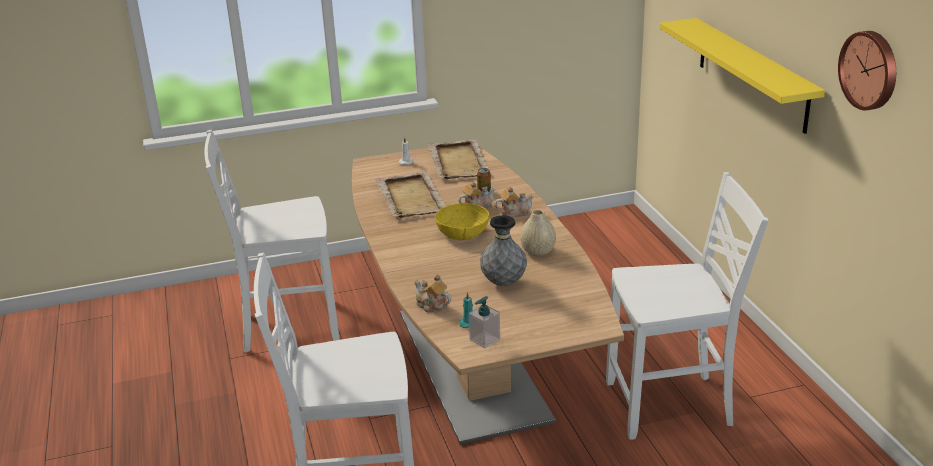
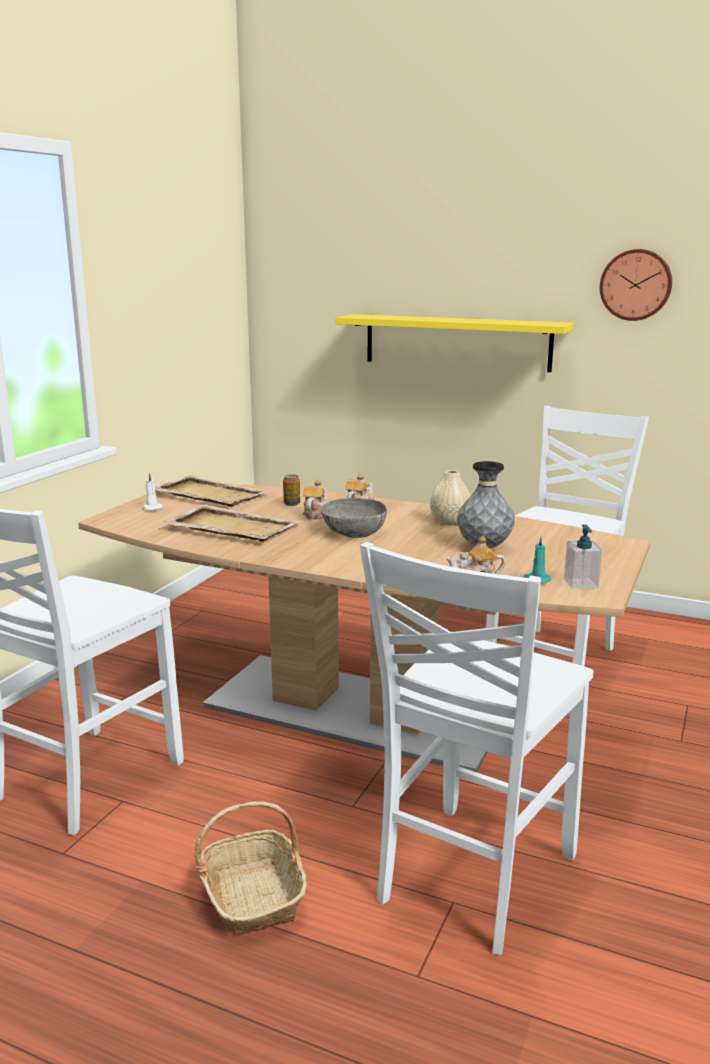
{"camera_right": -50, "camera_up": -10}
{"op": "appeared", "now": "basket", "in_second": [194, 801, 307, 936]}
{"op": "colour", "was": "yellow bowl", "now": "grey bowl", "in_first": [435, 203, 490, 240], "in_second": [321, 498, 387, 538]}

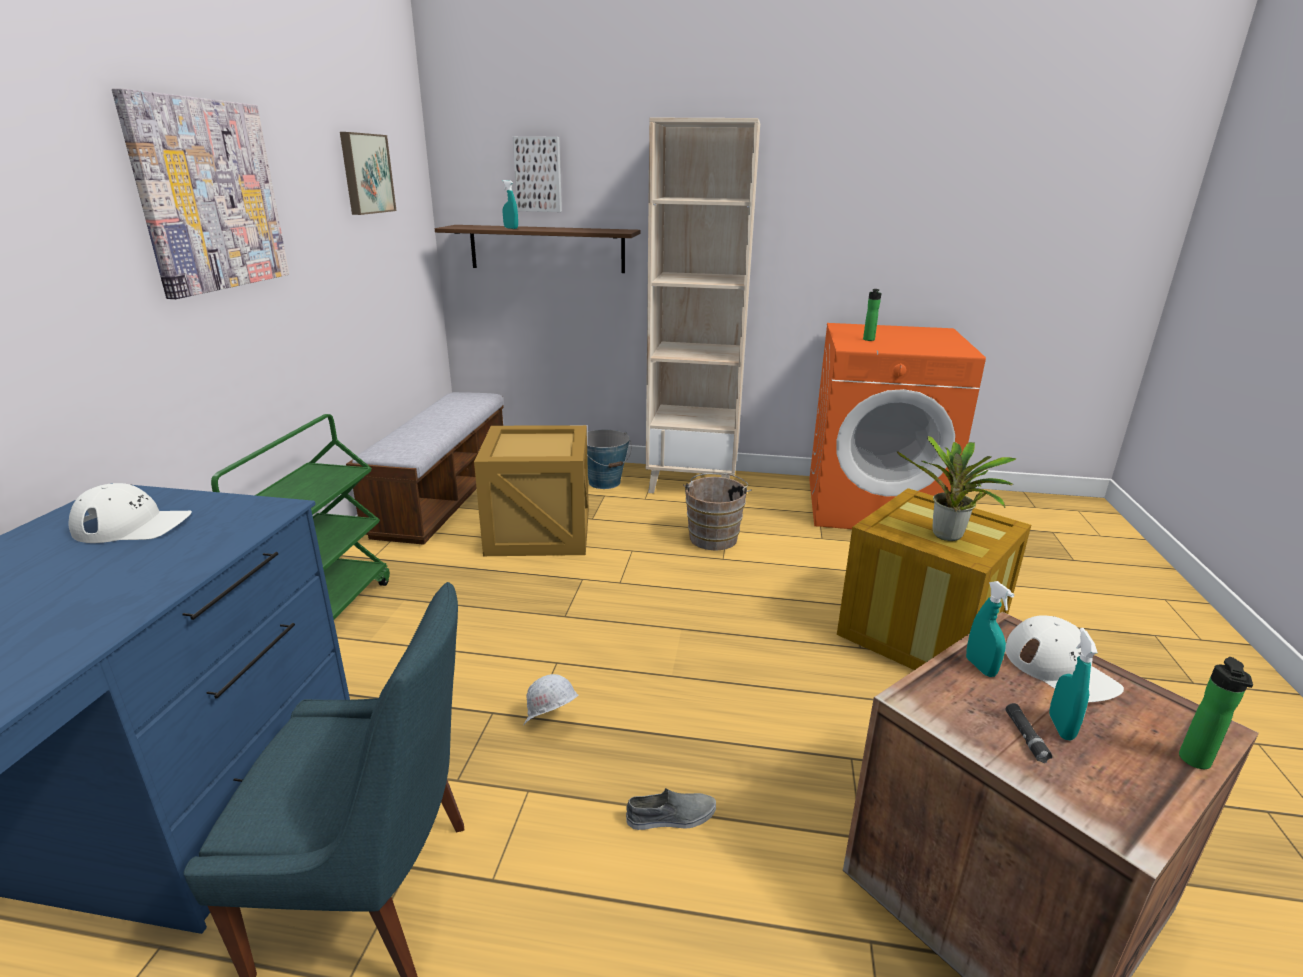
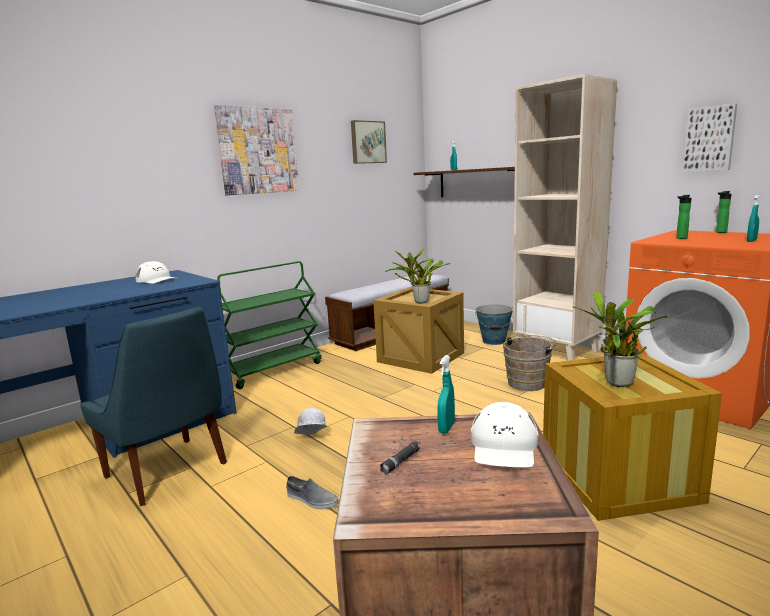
{"camera_right": 40, "camera_up": -10}
{"op": "appeared", "now": "potted plant", "in_second": [385, 248, 451, 303]}
{"op": "relocated", "was": "picture", "in_first": [513, 136, 562, 212], "in_second": [683, 103, 737, 172]}
{"op": "relocated", "was": "turquoise spray bottle", "in_first": [1049, 628, 1098, 740], "in_second": [747, 195, 761, 242]}
{"op": "relocated", "was": "bottle", "in_first": [1179, 657, 1253, 769], "in_second": [716, 191, 731, 233]}

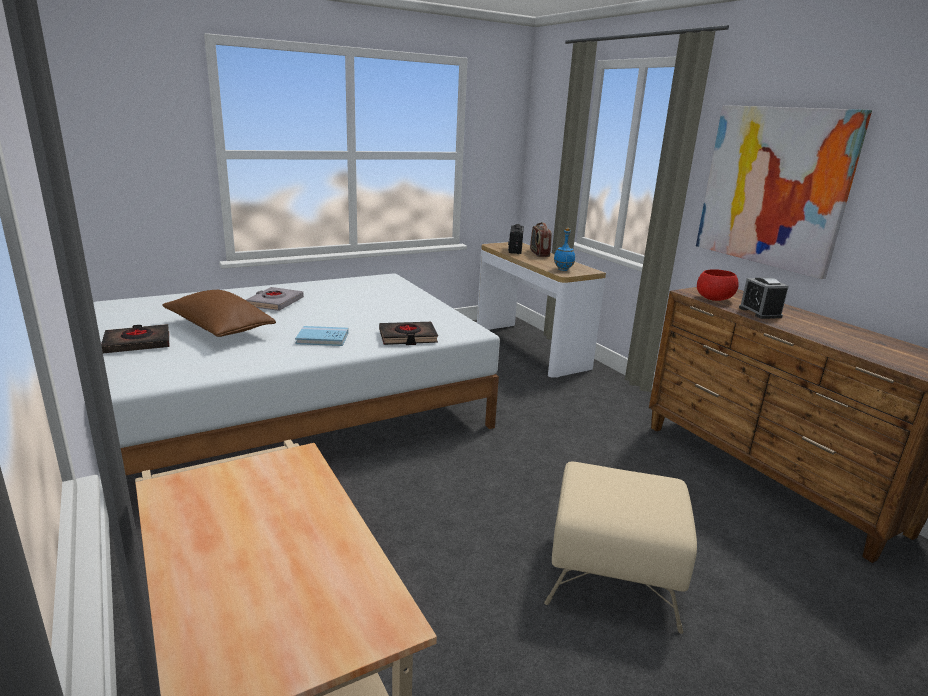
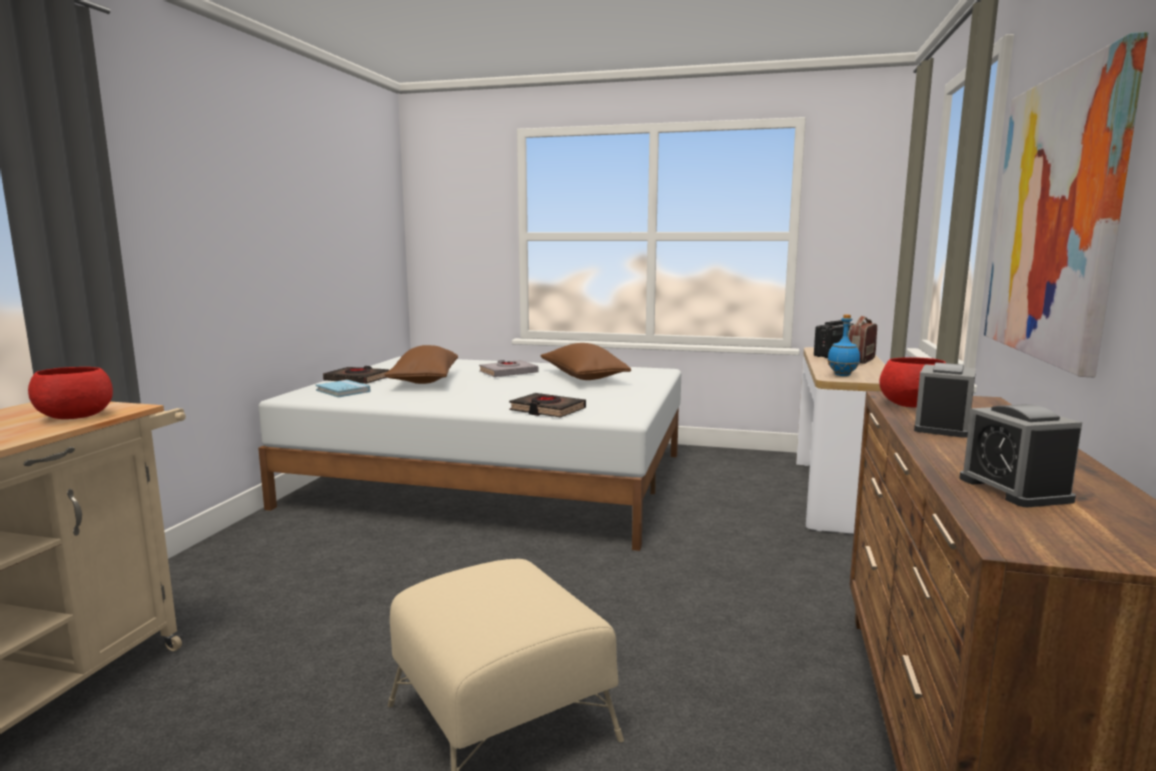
{"camera_right": 45, "camera_up": -10}
{"op": "appeared", "now": "red bowl", "in_second": [28, 367, 113, 419]}
{"op": "appeared", "now": "brown pillow", "in_second": [540, 343, 631, 380]}
{"op": "appeared", "now": "alarm clock", "in_second": [959, 404, 1082, 507]}
{"op": "relocated", "was": "blue book", "in_first": [295, 326, 349, 346], "in_second": [316, 380, 371, 397]}

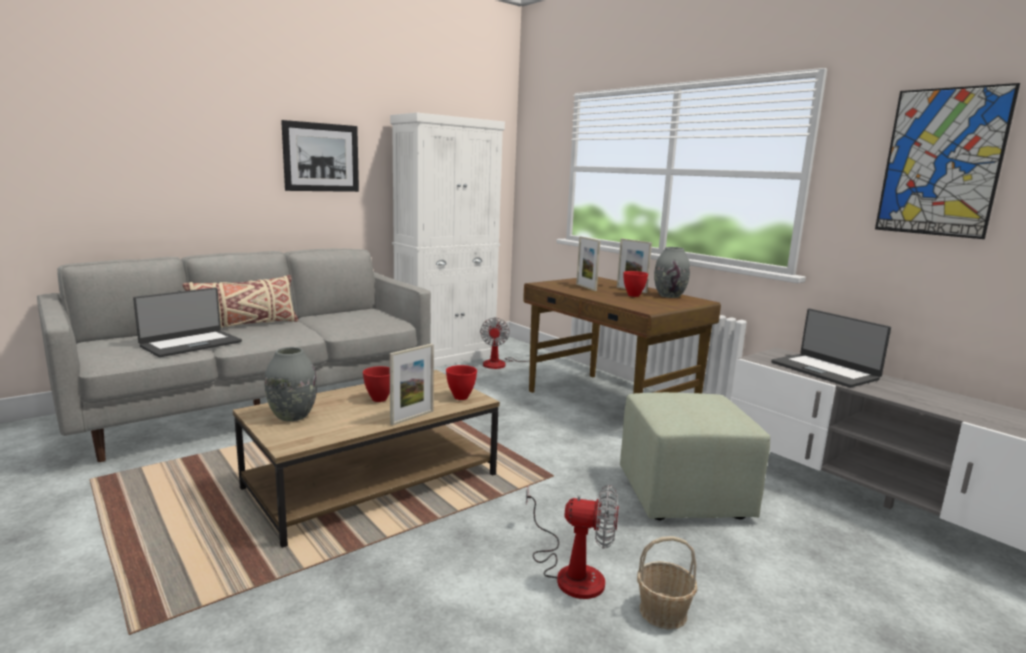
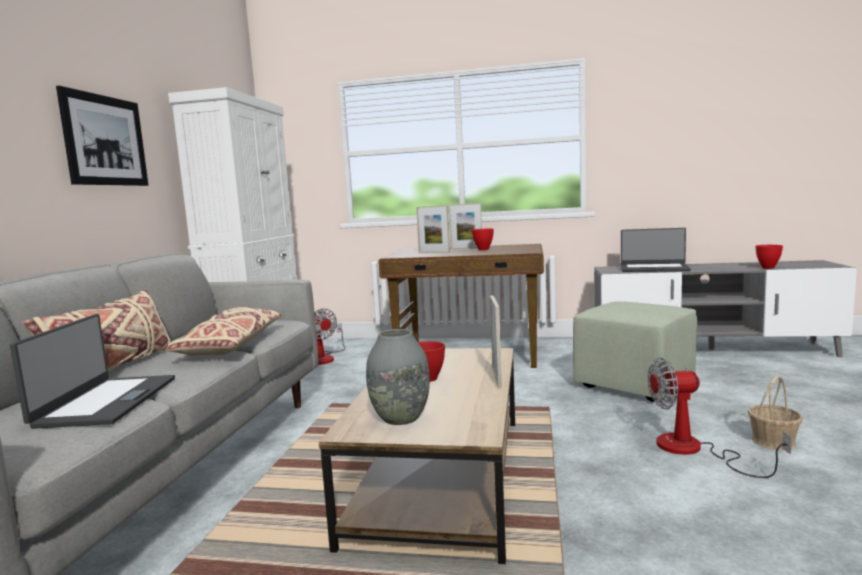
{"camera_right": -40, "camera_up": -5}
{"op": "missing", "was": "grey vase", "in_first": [654, 247, 690, 298]}
{"op": "missing", "was": "picture", "in_first": [875, 83, 1020, 239]}
{"op": "appeared", "now": "beige pillow", "in_second": [165, 307, 282, 356]}
{"op": "relocated", "was": "red bowl", "in_first": [446, 365, 477, 400], "in_second": [755, 245, 783, 269]}
{"op": "spun", "was": "fan", "in_first": [526, 485, 619, 599], "in_second": [648, 358, 792, 478], "clockwise": -150}

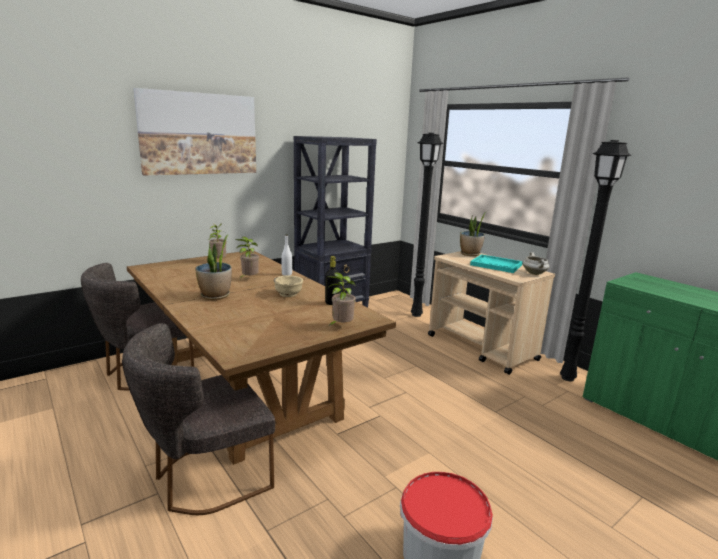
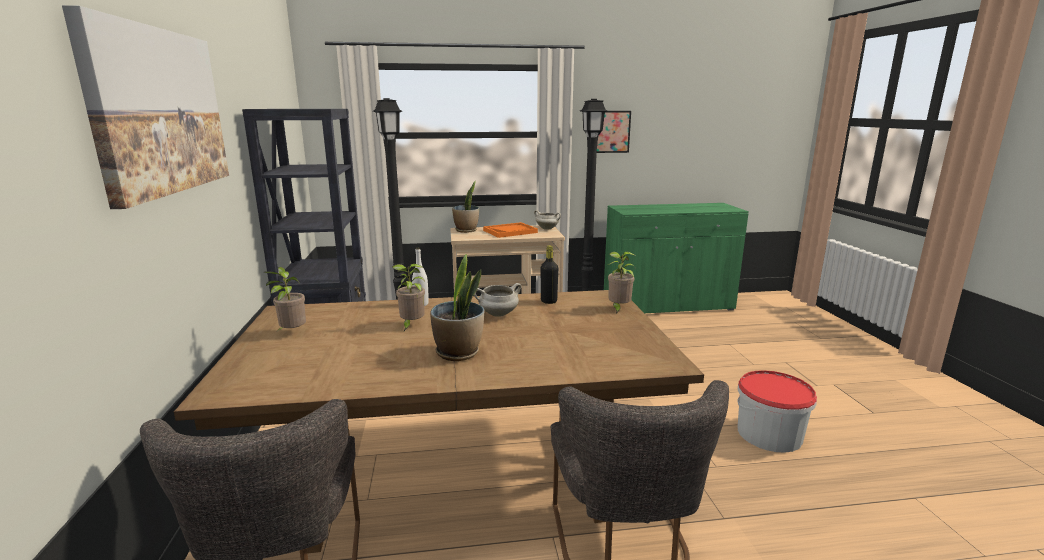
{"camera_right": -60, "camera_up": 0}
{"op": "appeared", "now": "picture", "in_second": [597, 111, 631, 153]}
{"op": "exchanged", "was": "beige bowl", "now": "white cooking pot", "in_first": [274, 275, 303, 297], "in_second": [474, 283, 521, 317]}
{"op": "colour", "was": "turquoise tray", "now": "orange tray", "in_first": [470, 254, 523, 273], "in_second": [483, 222, 538, 238]}

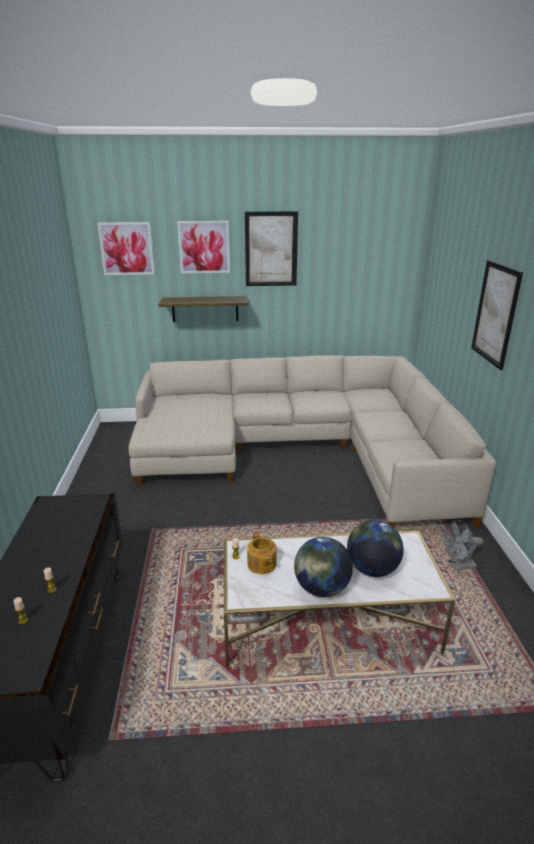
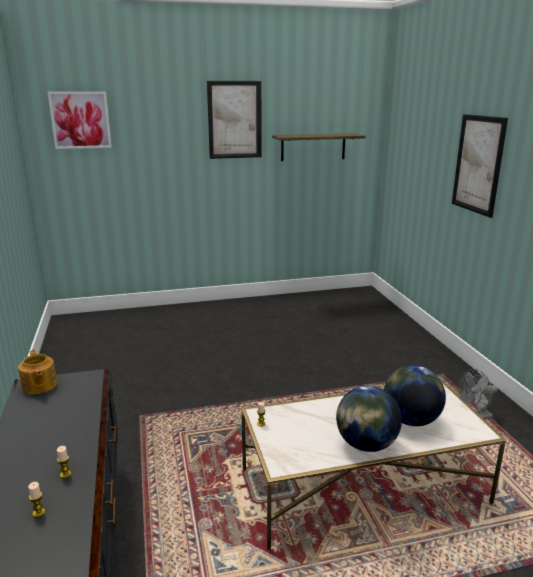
{"camera_right": -10, "camera_up": -5}
{"op": "missing", "was": "beige sofa", "in_first": [128, 355, 497, 528]}
{"op": "missing", "was": "picture", "in_first": [177, 221, 230, 273]}
{"op": "relocated", "was": "shelf", "in_first": [159, 296, 248, 322], "in_second": [272, 133, 366, 161]}
{"op": "relocated", "was": "teapot", "in_first": [247, 531, 277, 574], "in_second": [18, 350, 57, 394]}

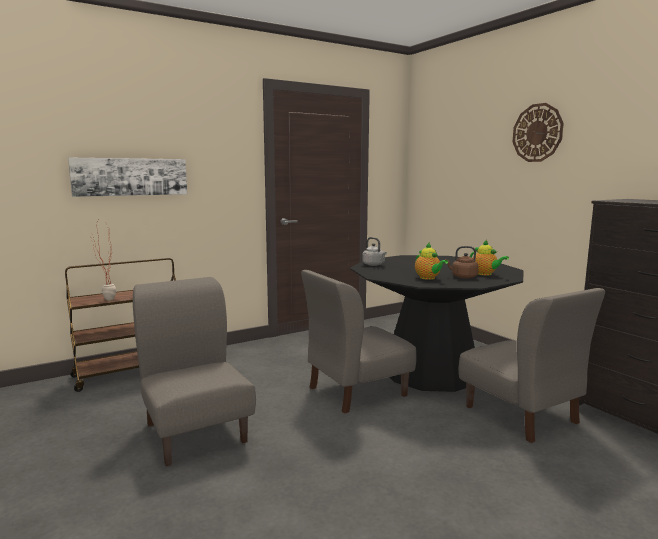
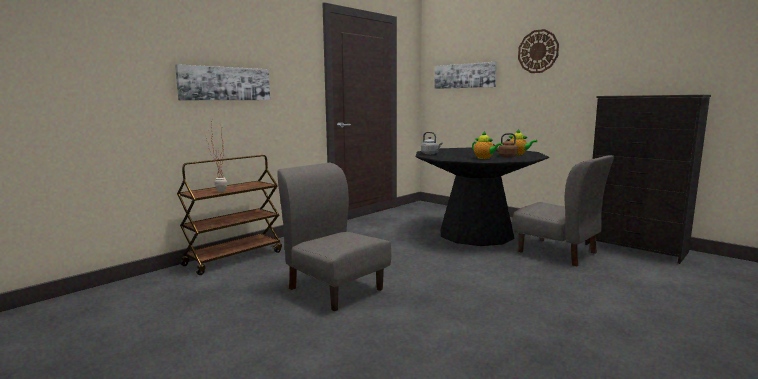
{"camera_right": -15, "camera_up": 0}
{"op": "missing", "was": "grey chair", "in_first": [301, 270, 416, 414]}
{"op": "appeared", "now": "picture", "in_second": [434, 62, 497, 89]}

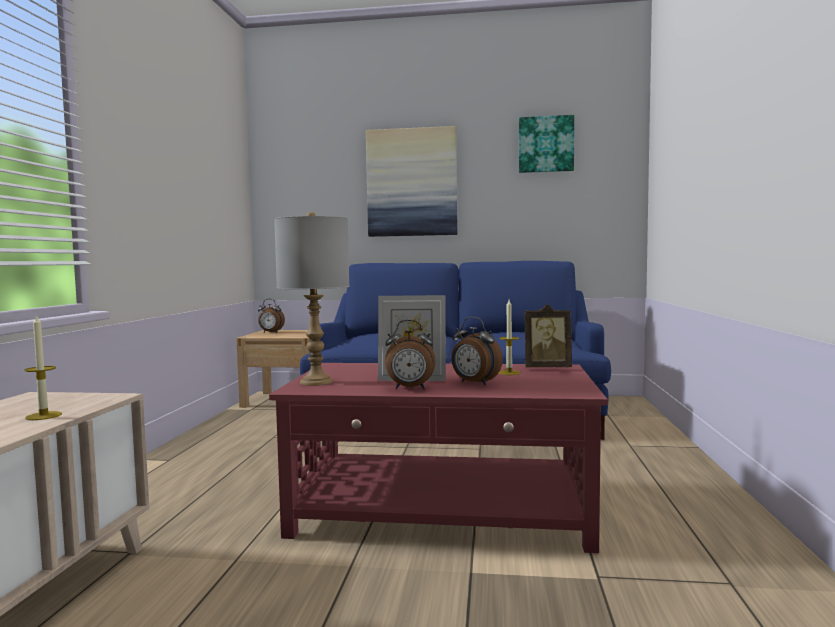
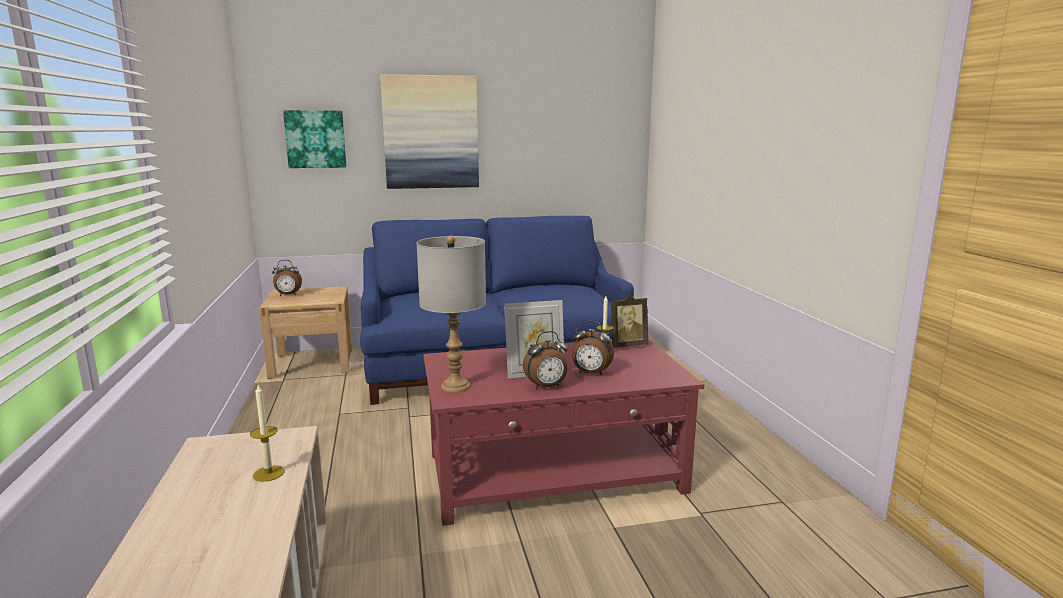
{"camera_right": -20, "camera_up": 10}
{"op": "relocated", "was": "picture", "in_first": [519, 115, 574, 173], "in_second": [283, 110, 347, 168]}

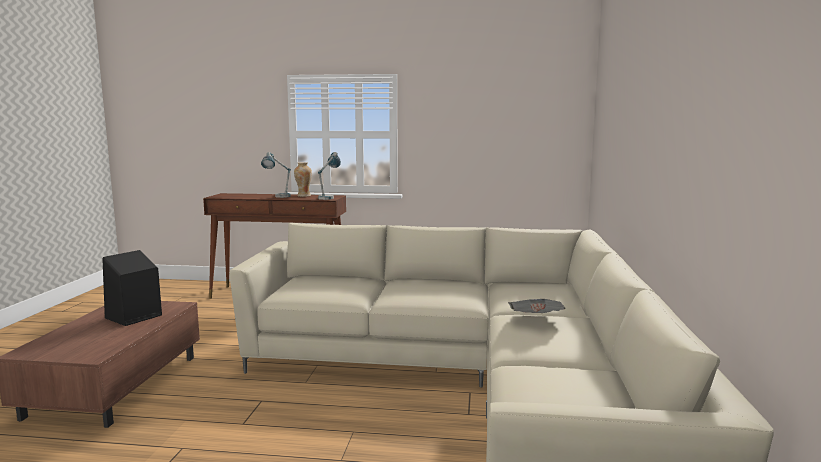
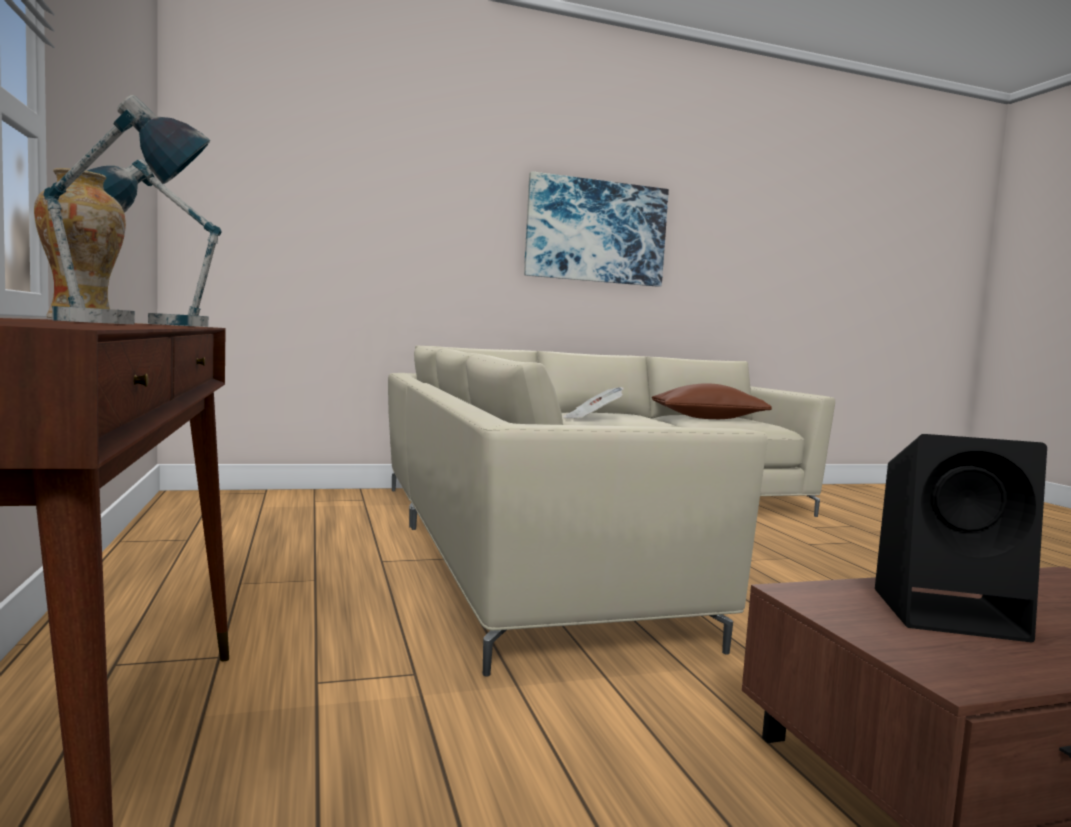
{"camera_right": -115, "camera_up": -5}
{"op": "appeared", "now": "picture", "in_second": [524, 171, 669, 287]}
{"op": "appeared", "now": "brown pillow", "in_second": [652, 383, 772, 419]}

